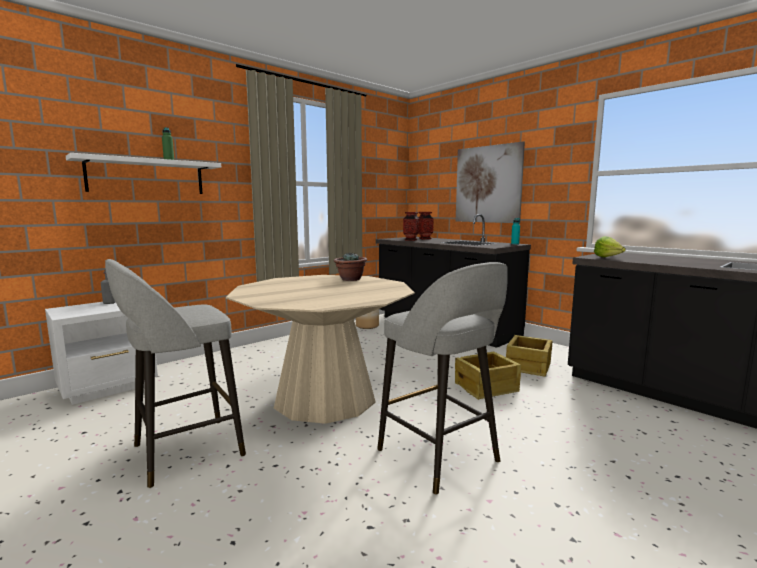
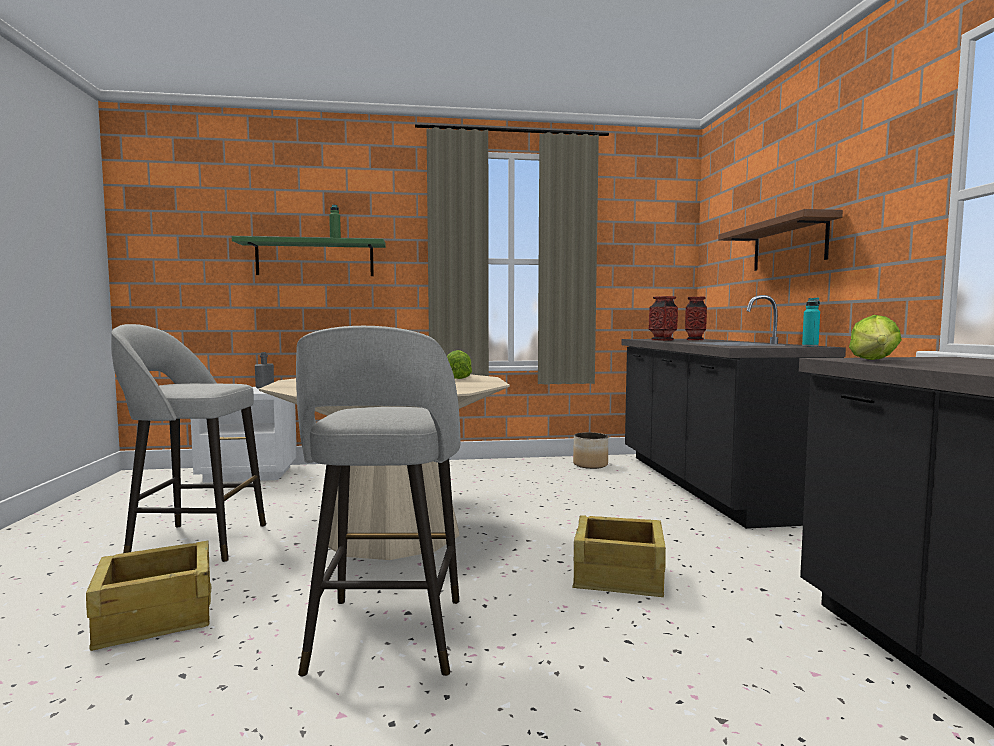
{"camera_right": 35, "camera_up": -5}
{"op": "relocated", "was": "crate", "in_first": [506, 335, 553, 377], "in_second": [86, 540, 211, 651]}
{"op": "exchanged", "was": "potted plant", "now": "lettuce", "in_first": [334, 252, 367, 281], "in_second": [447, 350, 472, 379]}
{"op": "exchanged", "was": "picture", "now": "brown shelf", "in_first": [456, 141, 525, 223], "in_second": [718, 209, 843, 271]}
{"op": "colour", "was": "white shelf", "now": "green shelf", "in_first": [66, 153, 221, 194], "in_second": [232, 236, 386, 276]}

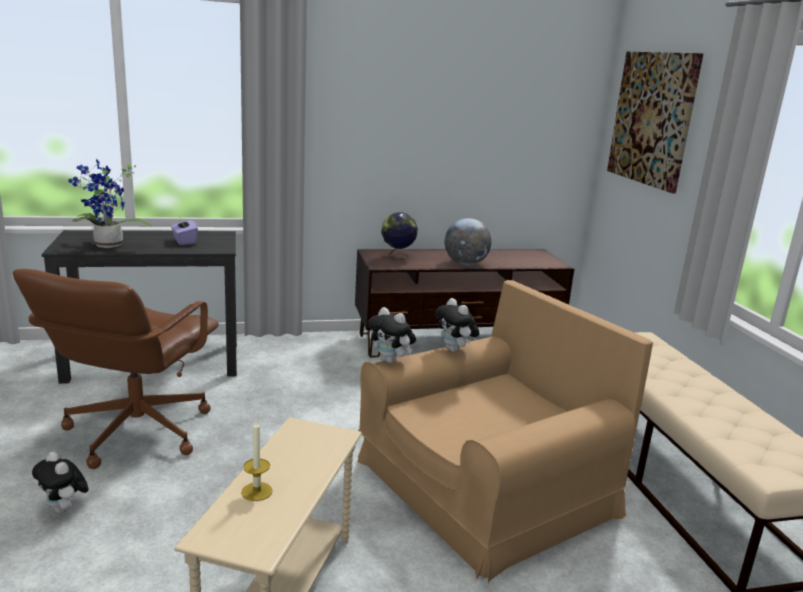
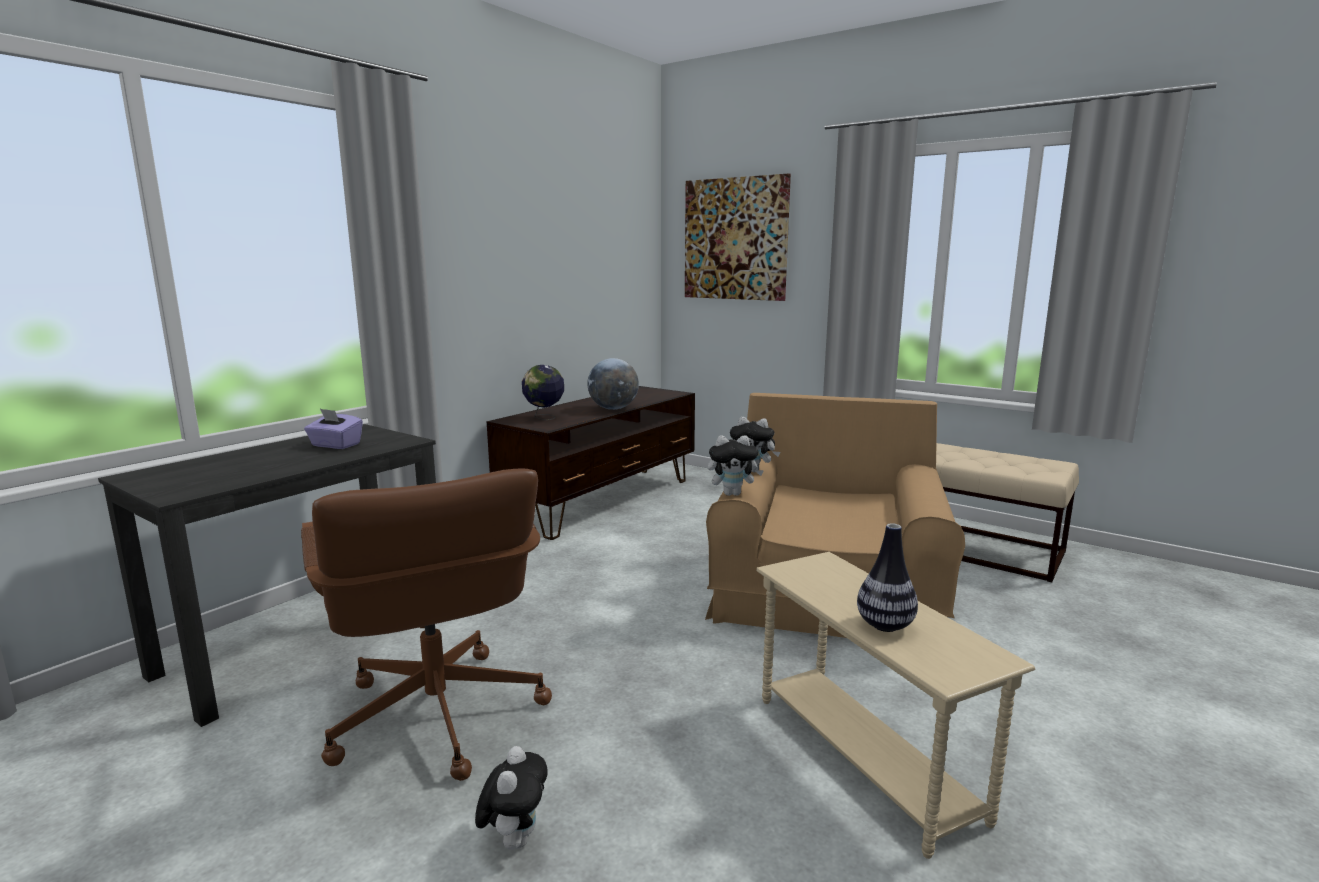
{"camera_right": -40, "camera_up": -5}
{"op": "missing", "was": "potted plant", "in_first": [68, 159, 152, 248]}
{"op": "exchanged", "was": "candle", "now": "vase", "in_first": [241, 419, 273, 501], "in_second": [857, 523, 918, 632]}
{"op": "spun", "was": "plush toy", "in_first": [32, 452, 89, 514], "in_second": [475, 746, 548, 850], "clockwise": -90}

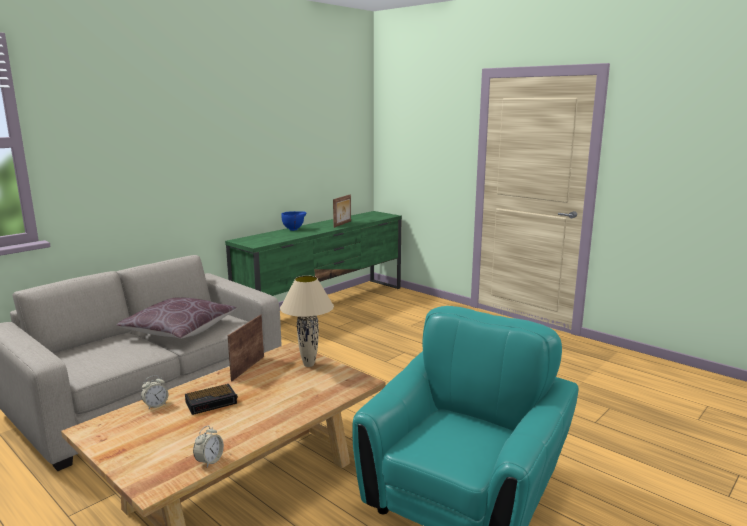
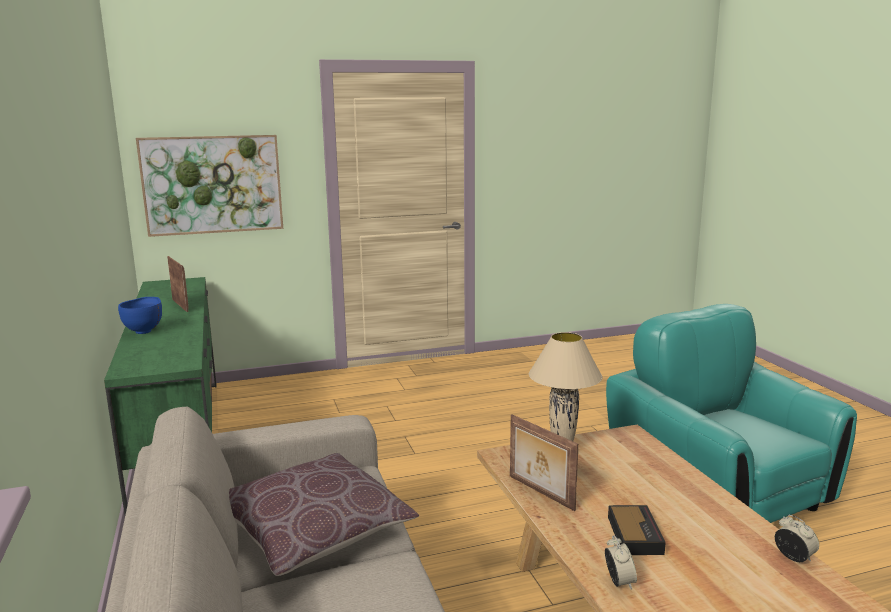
{"camera_right": -60, "camera_up": 0}
{"op": "appeared", "now": "picture", "in_second": [136, 135, 283, 237]}

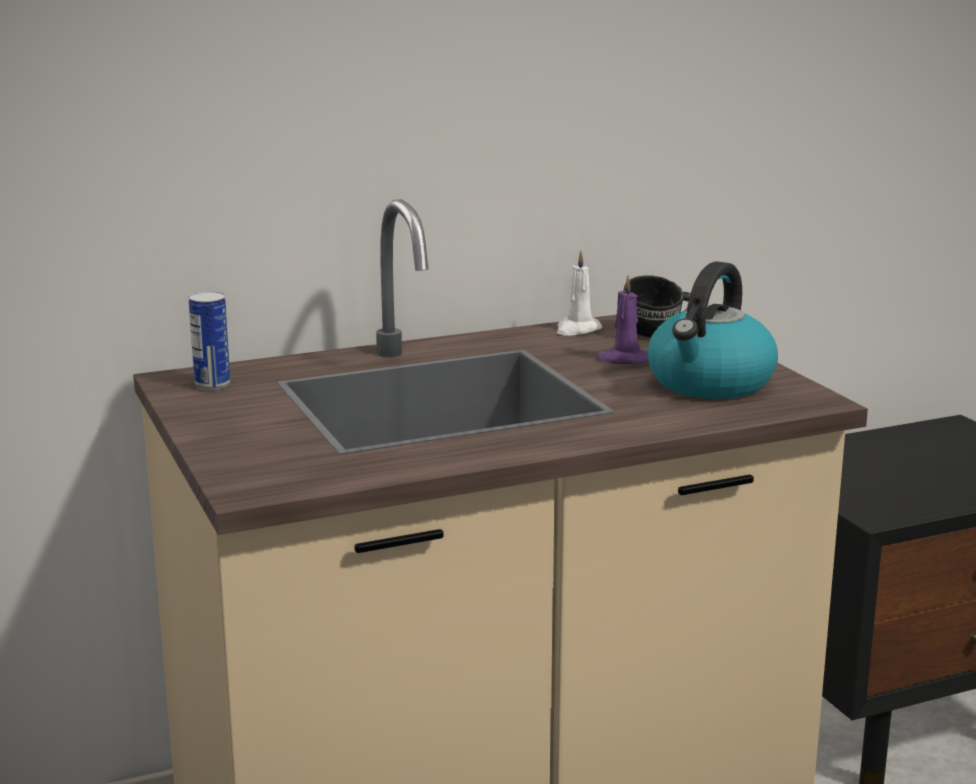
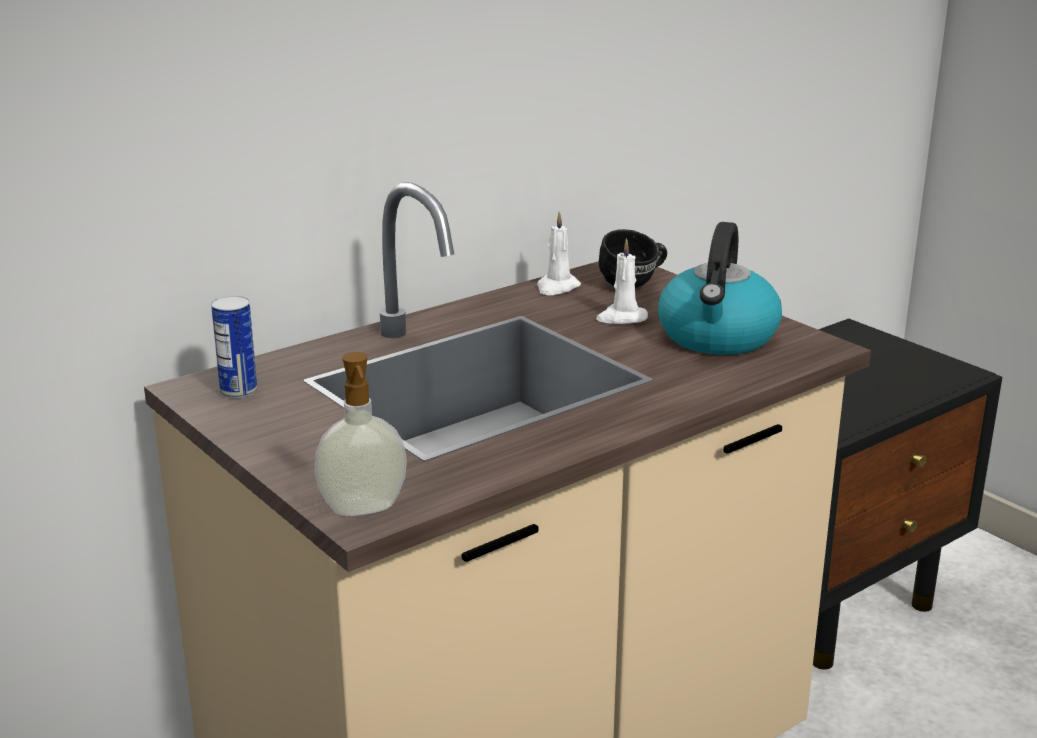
{"camera_right": -15, "camera_up": 5}
{"op": "appeared", "now": "soap dispenser", "in_second": [315, 352, 407, 516]}
{"op": "colour", "was": "purple candle", "now": "white candle", "in_first": [596, 276, 648, 364], "in_second": [596, 238, 648, 324]}

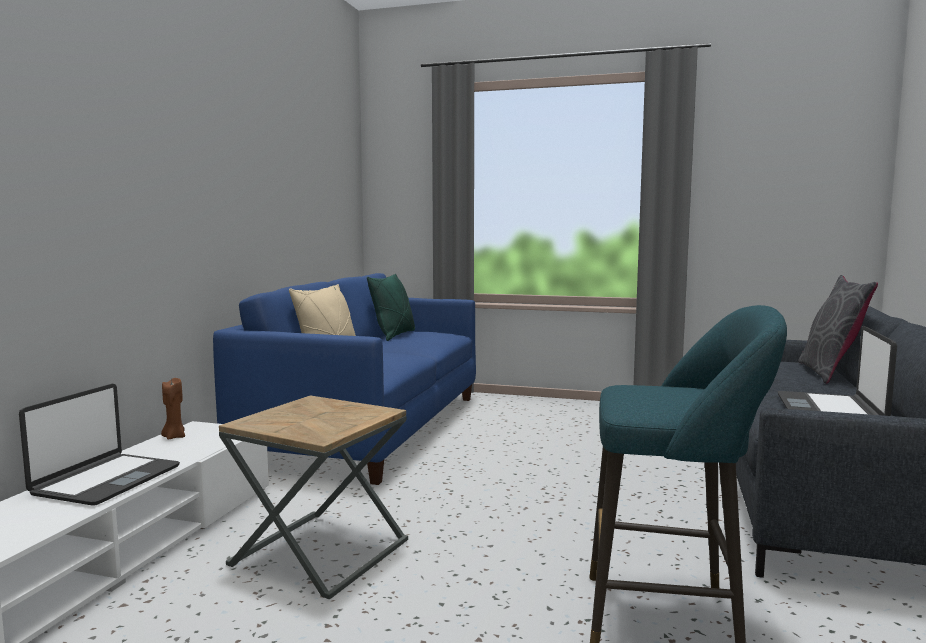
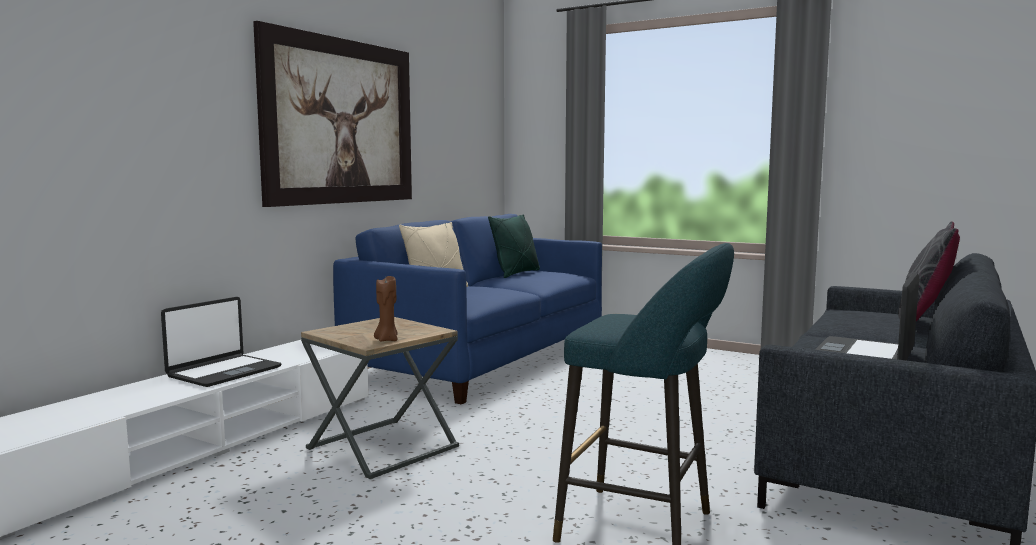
{"camera_right": 15, "camera_up": 0}
{"op": "appeared", "now": "picture", "in_second": [253, 21, 412, 207]}
{"op": "relocated", "was": "brown candle", "in_first": [161, 378, 185, 440], "in_second": [374, 276, 398, 341]}

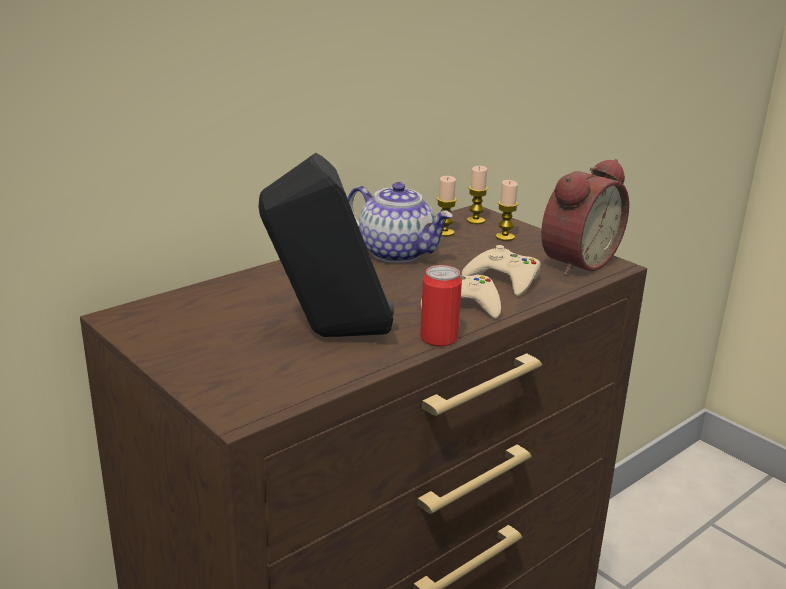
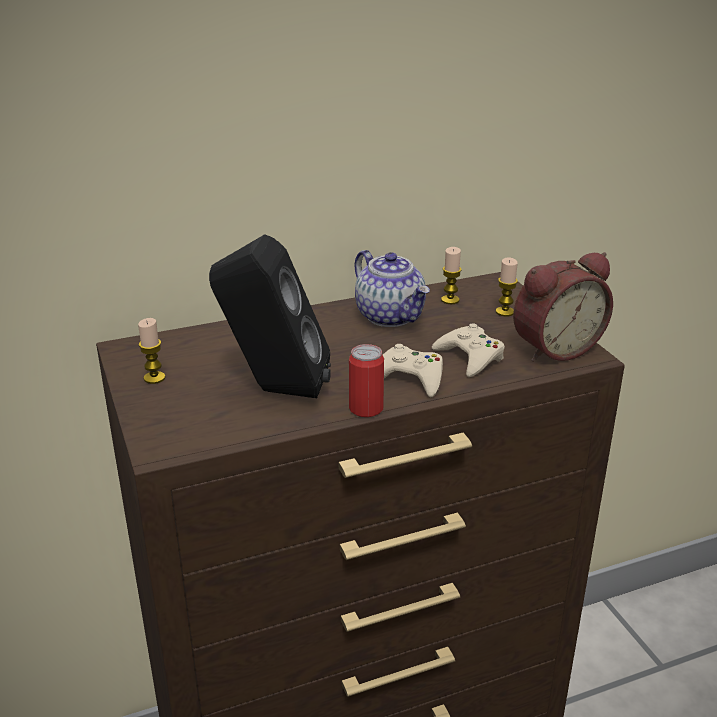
{"camera_right": 20, "camera_up": 5}
{"op": "relocated", "was": "candle", "in_first": [467, 166, 488, 224], "in_second": [138, 318, 166, 384]}

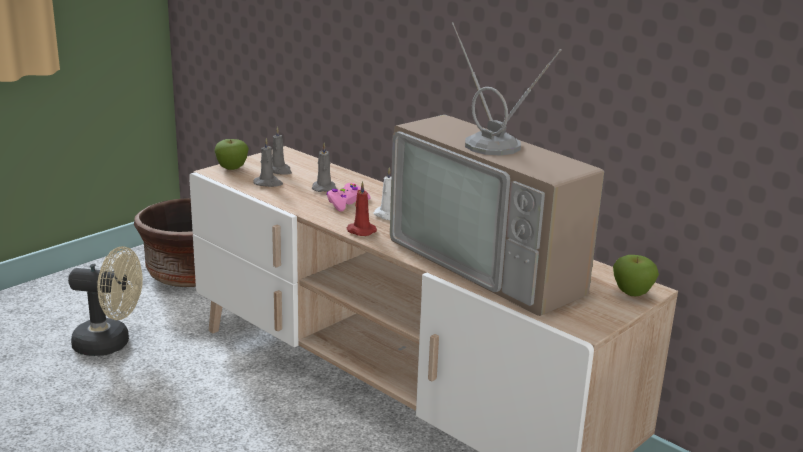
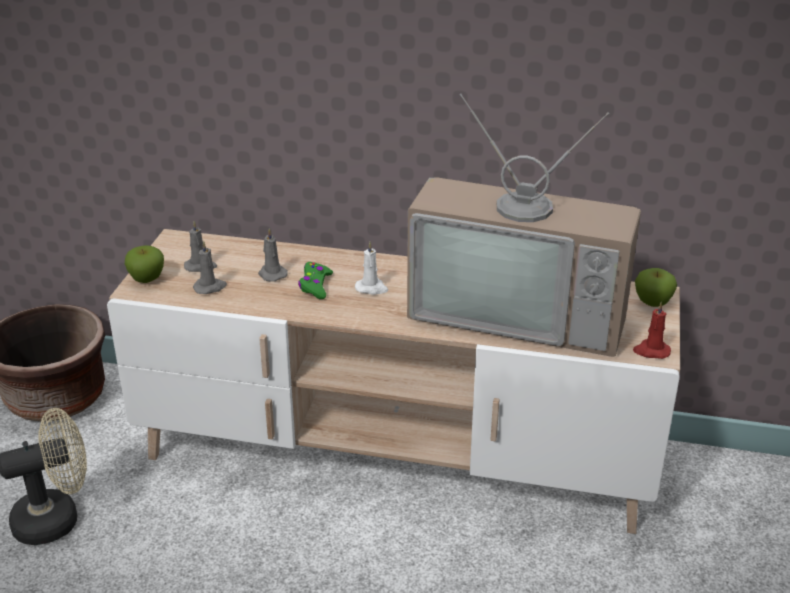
{"camera_right": -30, "camera_up": 10}
{"op": "relocated", "was": "red candle", "in_first": [347, 181, 377, 236], "in_second": [633, 302, 671, 359]}
{"op": "colour", "was": "pink game controller", "now": "green game controller", "in_first": [326, 183, 371, 212], "in_second": [298, 262, 333, 299]}

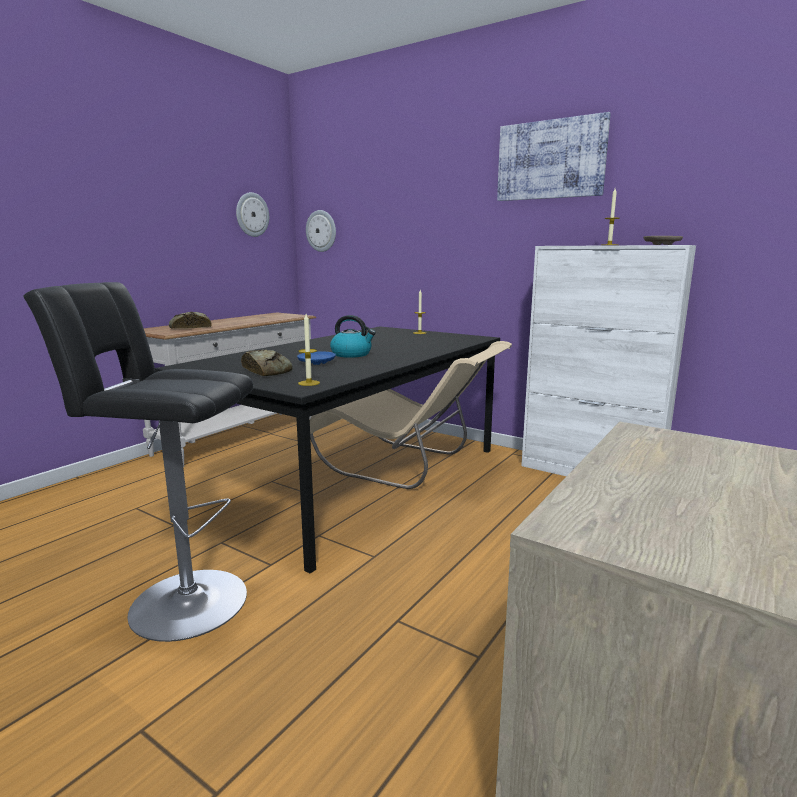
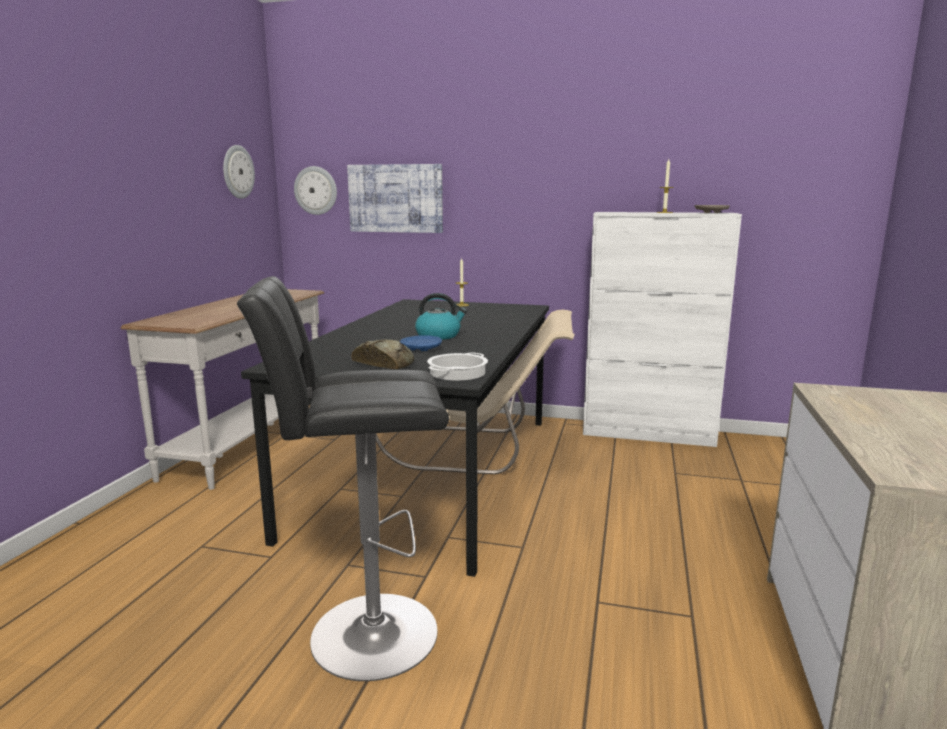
{"camera_right": -20, "camera_up": 0}
{"op": "missing", "was": "bread", "in_first": [169, 312, 212, 329]}
{"op": "relocated", "was": "picture", "in_first": [497, 112, 611, 201], "in_second": [347, 164, 443, 233]}
{"op": "exchanged", "was": "candle", "now": "cooking pot", "in_first": [298, 314, 320, 386], "in_second": [427, 353, 488, 381]}

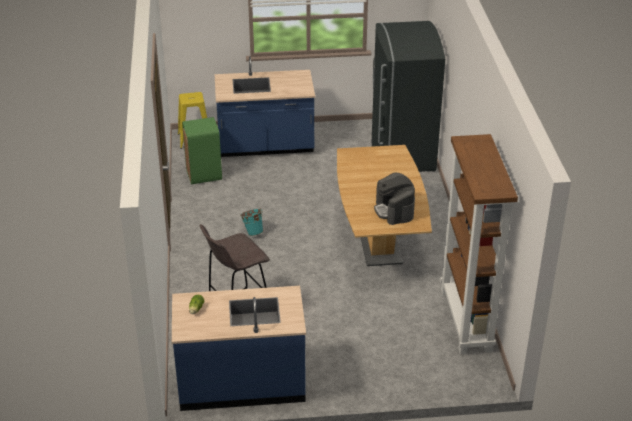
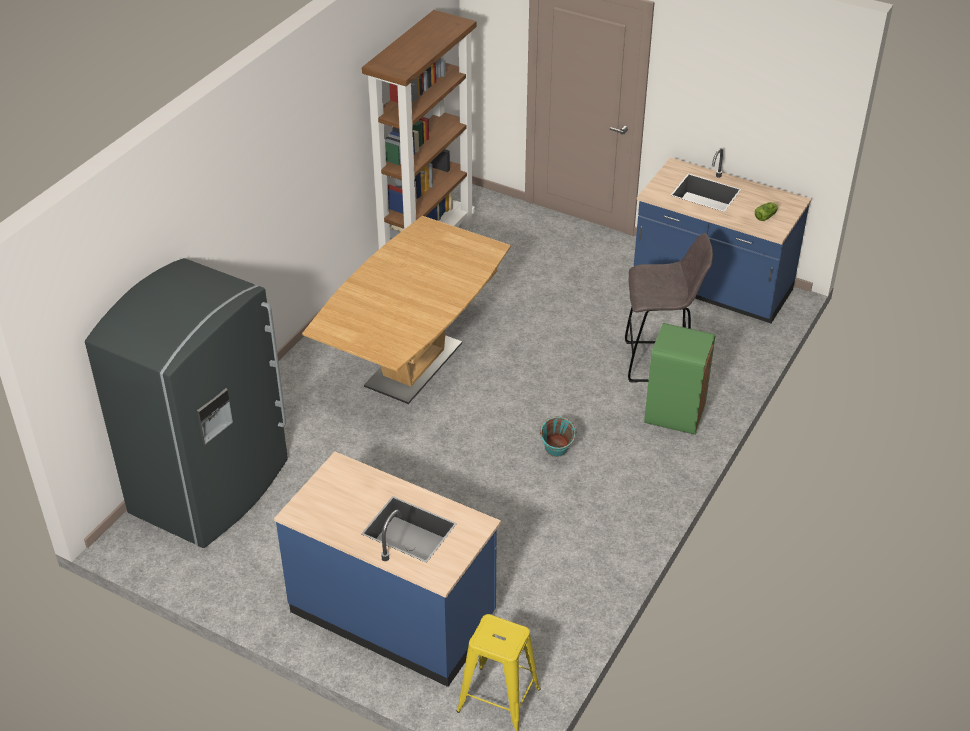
{"camera_right": -145, "camera_up": 5}
{"op": "missing", "was": "coffee machine", "in_first": [374, 173, 415, 225]}
{"op": "relocated", "was": "green trash can", "in_first": [182, 117, 222, 184], "in_second": [644, 323, 716, 435]}

